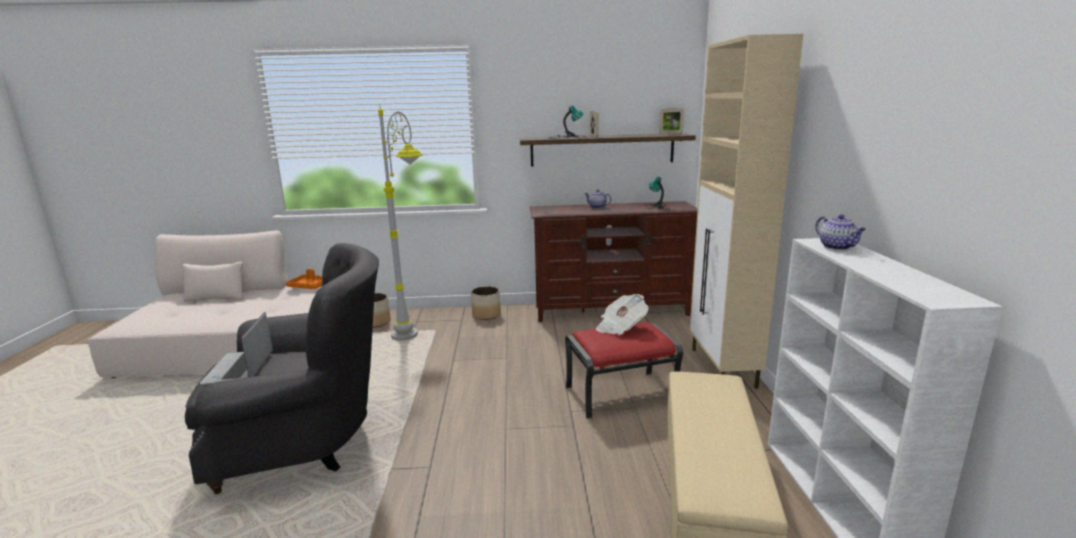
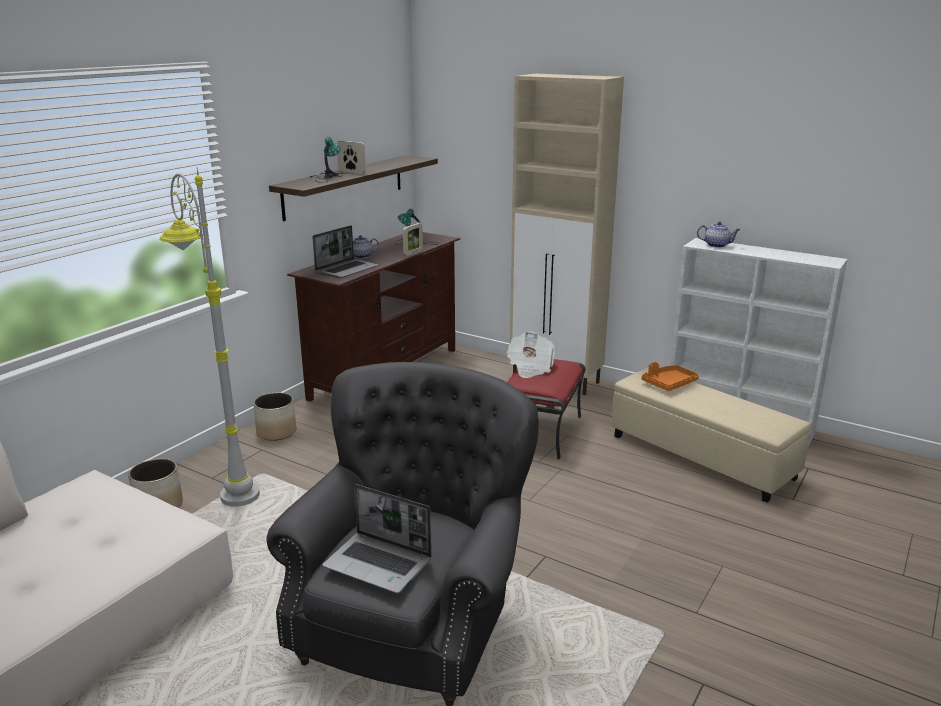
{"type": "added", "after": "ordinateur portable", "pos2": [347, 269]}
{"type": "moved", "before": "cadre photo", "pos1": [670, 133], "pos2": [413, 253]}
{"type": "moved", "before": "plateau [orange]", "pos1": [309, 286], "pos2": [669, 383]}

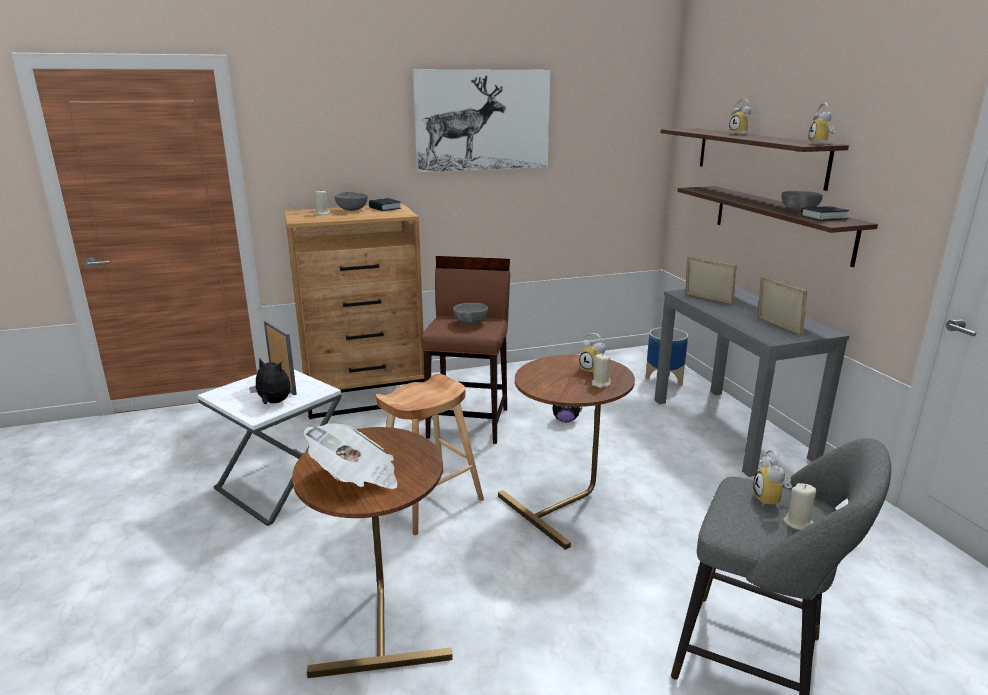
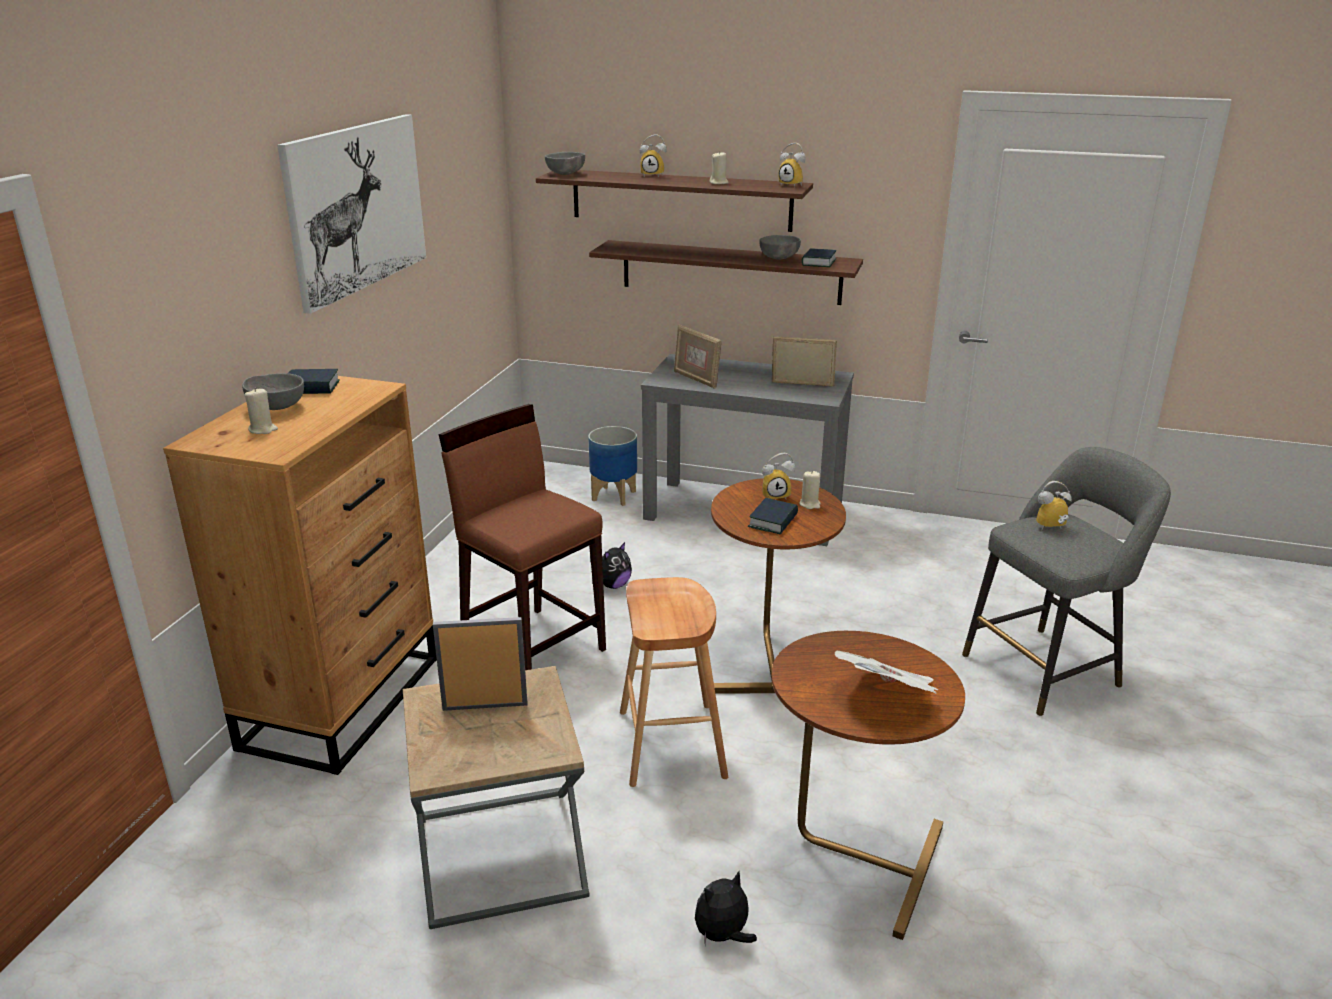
{"type": "recoloured", "before": "table d'appoint [blanc]", "after": "table d'appoint [marron]", "pos1": [282, 486], "pos2": [500, 856]}
{"type": "moved", "before": "bol [gris]", "pos1": [470, 323], "pos2": [565, 174]}
{"type": "turned", "before": "cadre photo", "pos1": [707, 300], "pos2": [696, 379], "turn": -120}
{"type": "moved", "before": "peluche", "pos1": [273, 403], "pos2": [723, 935]}
{"type": "moved", "before": "bougie [beige]", "pos1": [798, 523], "pos2": [719, 183]}
{"type": "added", "after": "livre", "pos2": [773, 521]}
{"type": "turned", "before": "réveil", "pos1": [771, 501], "pos2": [1051, 529], "turn": 135}

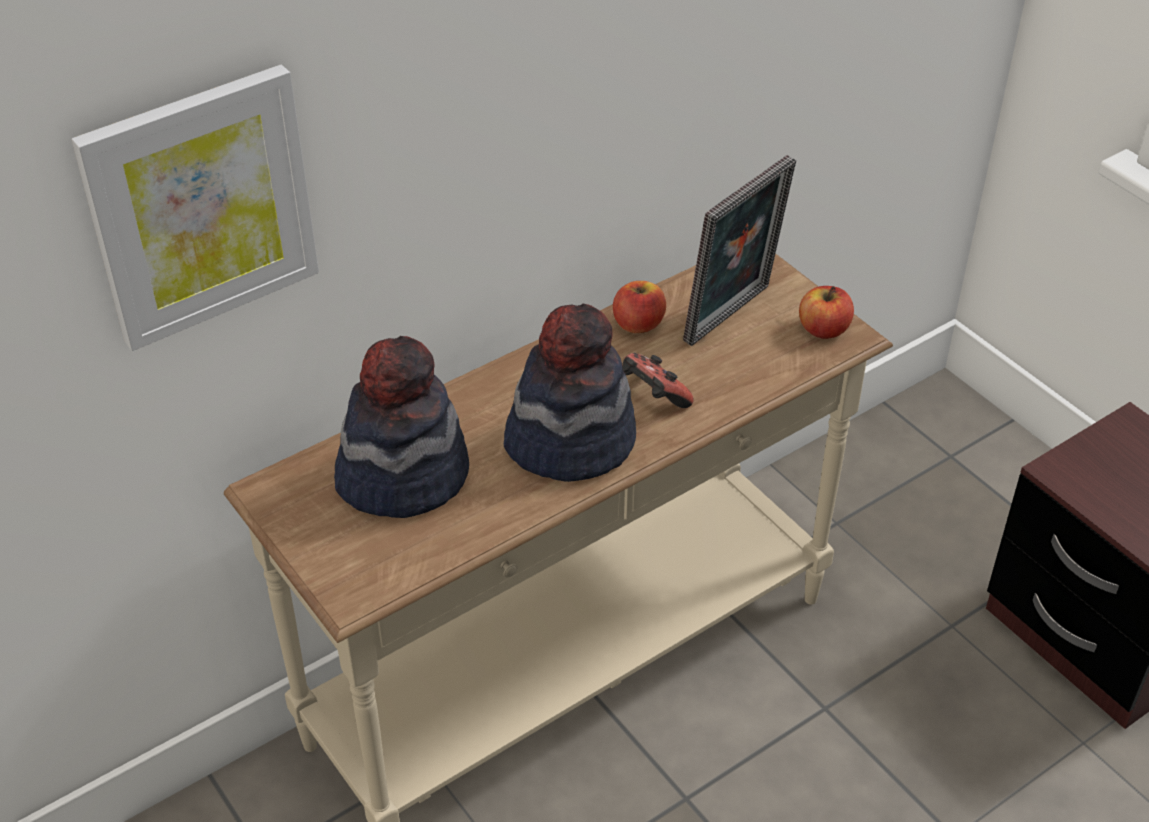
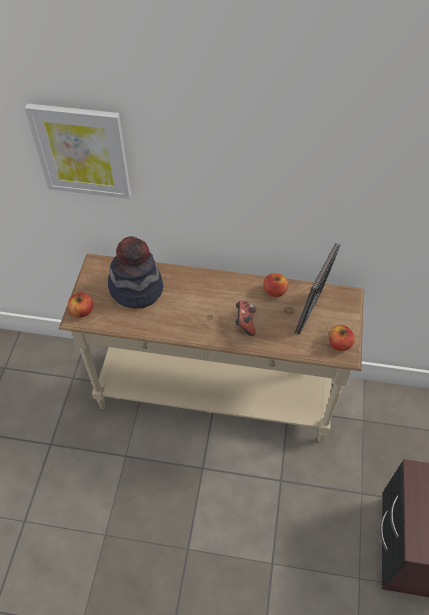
{"type": "added", "after": "pomme", "pos2": [82, 311]}
{"type": "turned", "before": "cadre photo", "pos1": [732, 317], "pos2": [311, 313], "turn": -60}
{"type": "removed", "before": "chapeau", "pos1": [570, 440]}

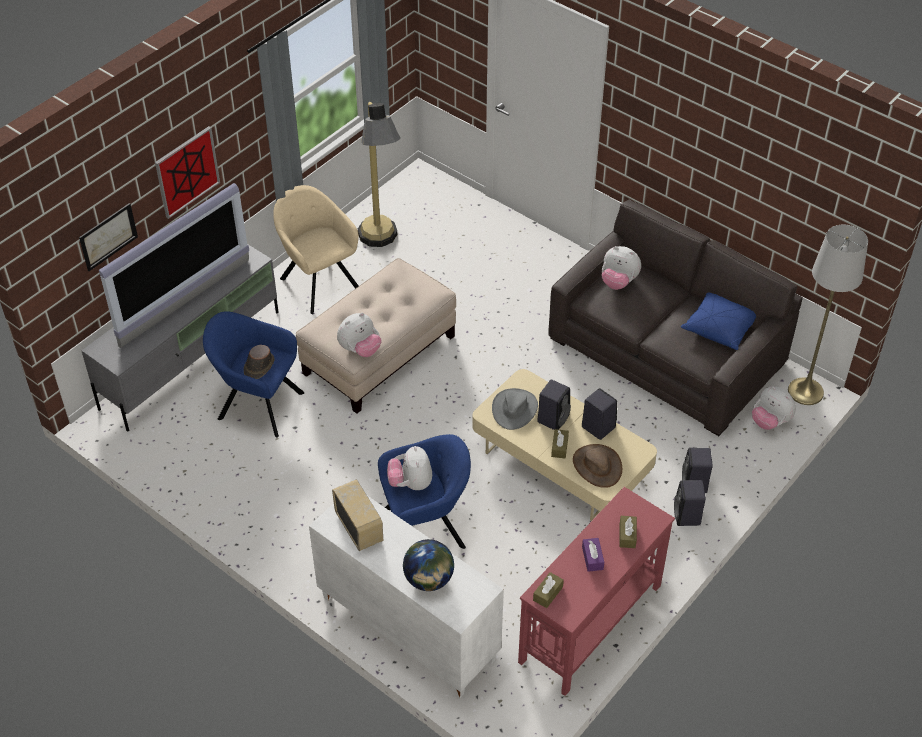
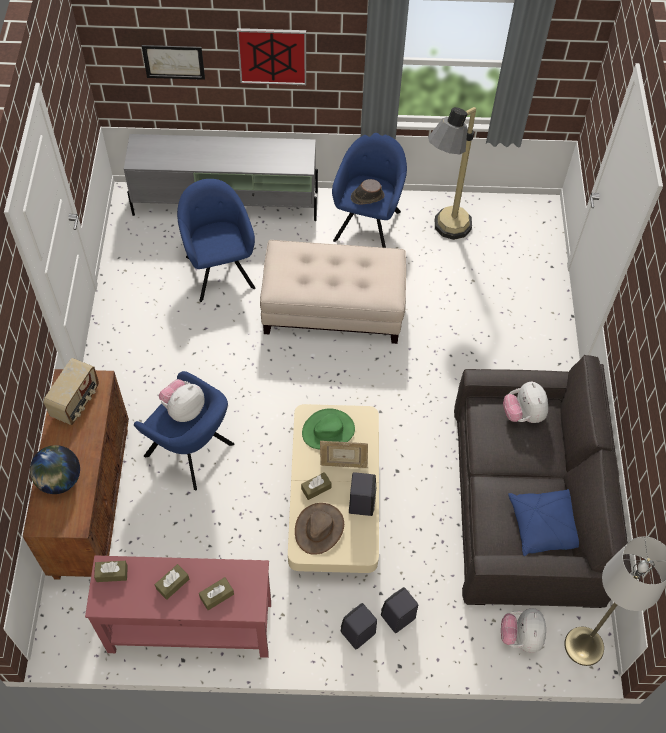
{"type": "recoloured", "before": "meuble de rangement [blanc]", "after": "meuble de rangement [marron]", "pos1": [406, 628], "pos2": [91, 501]}
{"type": "recoloured", "before": "boîte à mouchoirs [violet]", "after": "boîte à mouchoirs [marron]", "pos1": [592, 558], "pos2": [172, 584]}
{"type": "recoloured", "before": "chapeau [gris]", "after": "chapeau [vert]", "pos1": [514, 409], "pos2": [328, 430]}
{"type": "replaced", "before": "enceinte [noir]", "after": "cadre photo", "pos1": [553, 418], "pos2": [343, 464]}
{"type": "recoloured", "before": "fauteuil [beige]", "after": "fauteuil [bleu]", "pos1": [318, 282], "pos2": [368, 223]}
{"type": "moved", "before": "chapeau [marron]", "pos1": [259, 367], "pos2": [367, 197]}
{"type": "removed", "before": "téléviseur", "pos1": [186, 303]}
{"type": "removed", "before": "peluche", "pos1": [360, 349]}

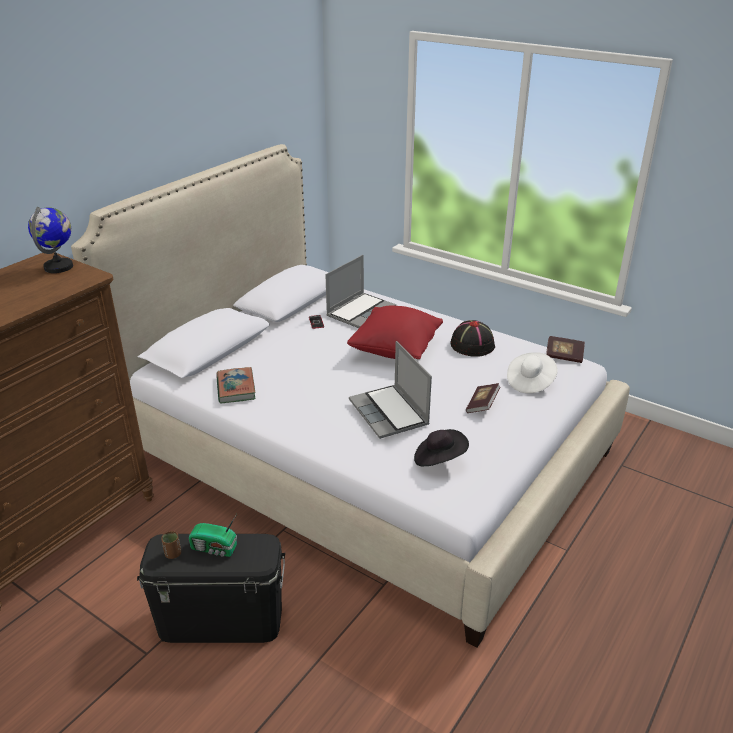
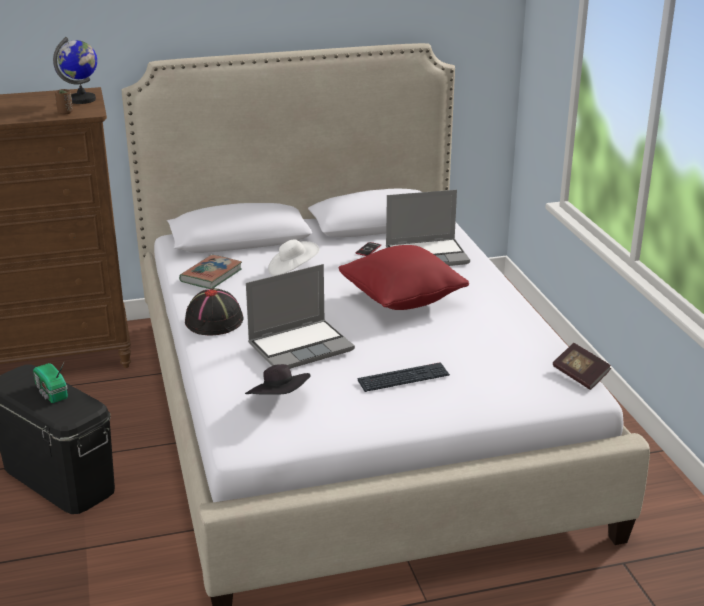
{"type": "moved", "before": "tasse [marron]", "pos1": [173, 554], "pos2": [65, 112]}
{"type": "moved", "before": "chapeau [noir]", "pos1": [472, 345], "pos2": [214, 321]}
{"type": "turned", "before": "ordinateur portable", "pos1": [390, 413], "pos2": [301, 346], "turn": -135}
{"type": "moved", "before": "chapeau [blanc]", "pos1": [530, 382], "pos2": [292, 270]}
{"type": "replaced", "before": "livre", "after": "clavier", "pos1": [482, 405], "pos2": [403, 379]}

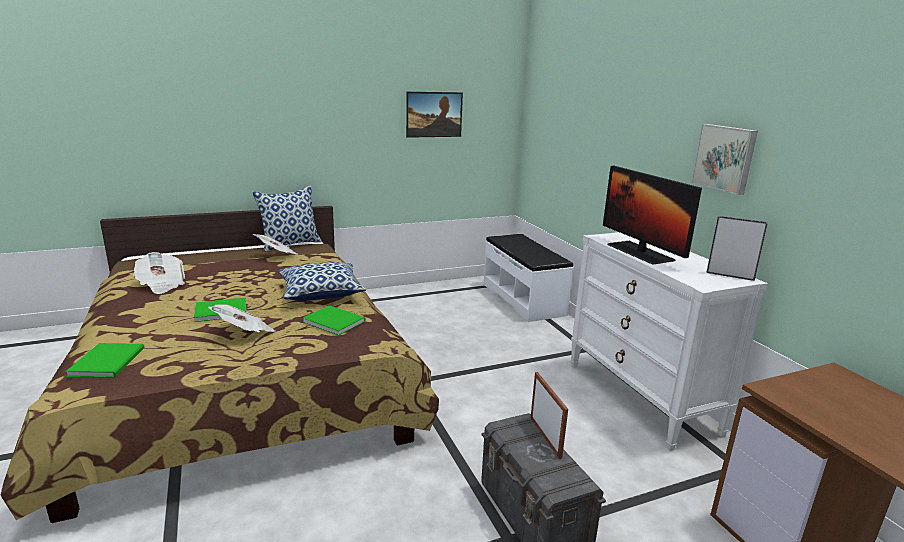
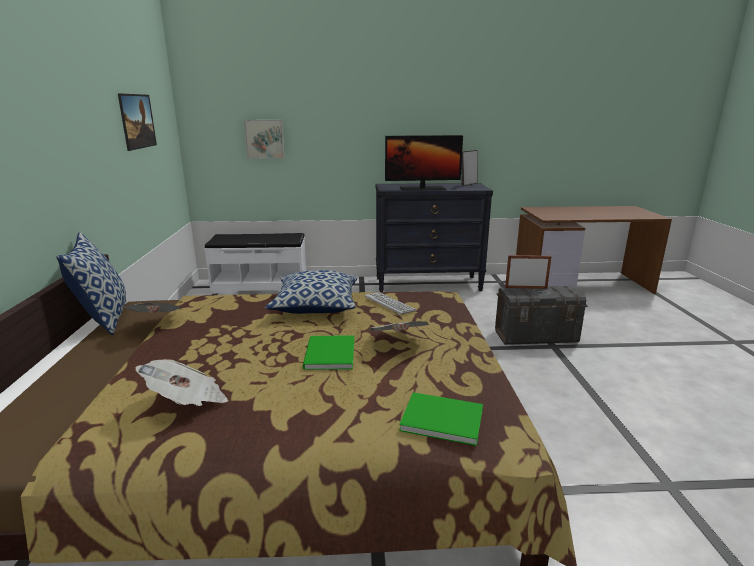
{"type": "moved", "before": "tableau", "pos1": [725, 158], "pos2": [265, 139]}
{"type": "replaced", "before": "livre [vert]", "after": "clavier", "pos1": [334, 321], "pos2": [390, 304]}
{"type": "recoloured", "before": "commode [blanc]", "after": "commode [noir]", "pos1": [641, 397], "pos2": [428, 284]}

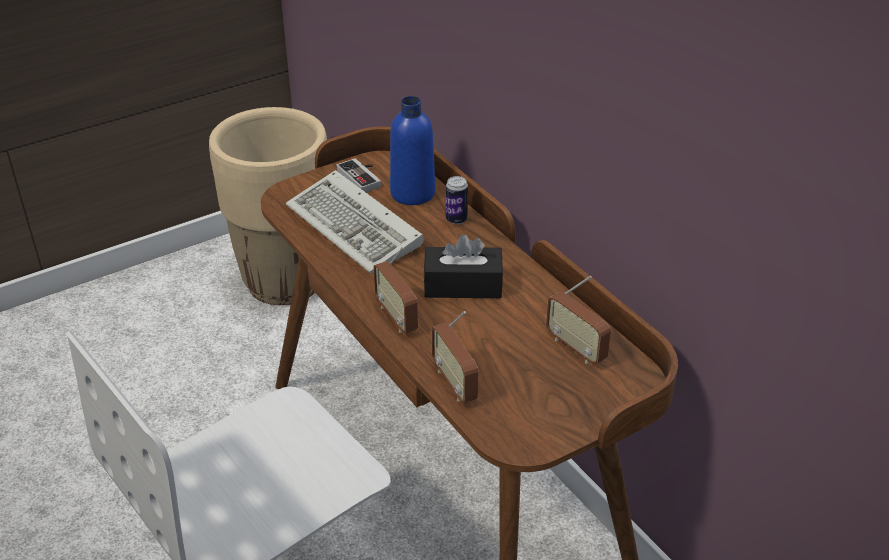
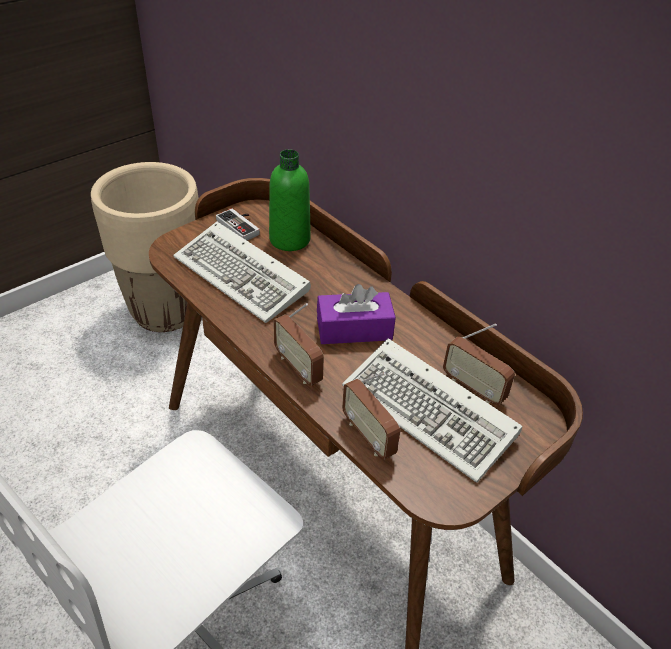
{"type": "recoloured", "before": "bouteille [bleu]", "after": "bouteille [vert]", "pos1": [412, 193], "pos2": [289, 239]}
{"type": "recoloured", "before": "boîte à mouchoirs [noir]", "after": "boîte à mouchoirs [violet]", "pos1": [463, 285], "pos2": [354, 329]}
{"type": "added", "after": "clavier", "pos2": [432, 413]}
{"type": "removed", "before": "boîte métallique", "pos1": [456, 219]}

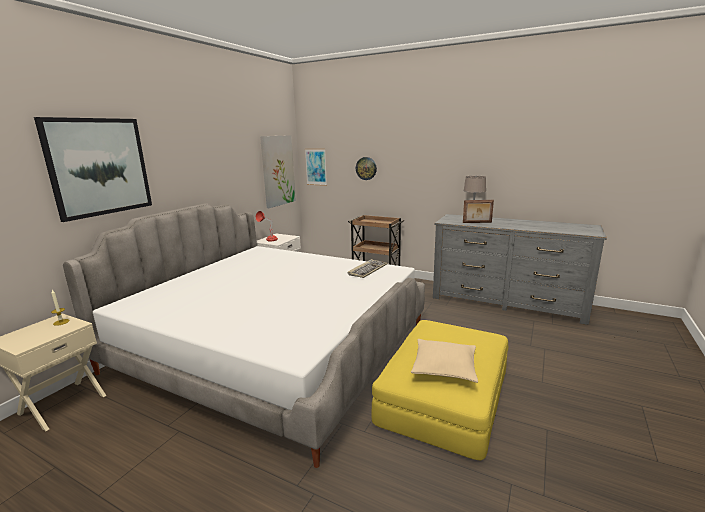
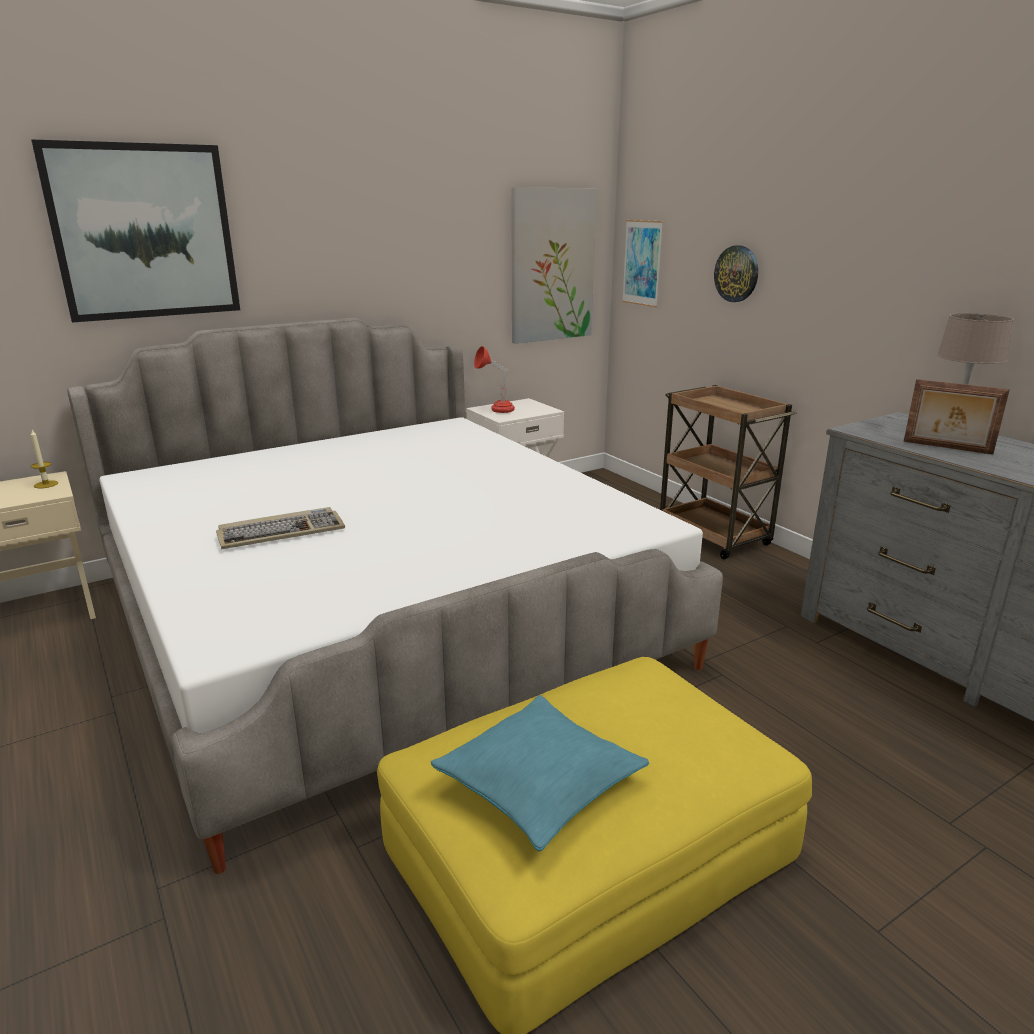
{"type": "moved", "before": "clavier", "pos1": [367, 270], "pos2": [282, 532]}
{"type": "recoloured", "before": "coussin [beige]", "after": "coussin [turquoise]", "pos1": [444, 367], "pos2": [539, 782]}

